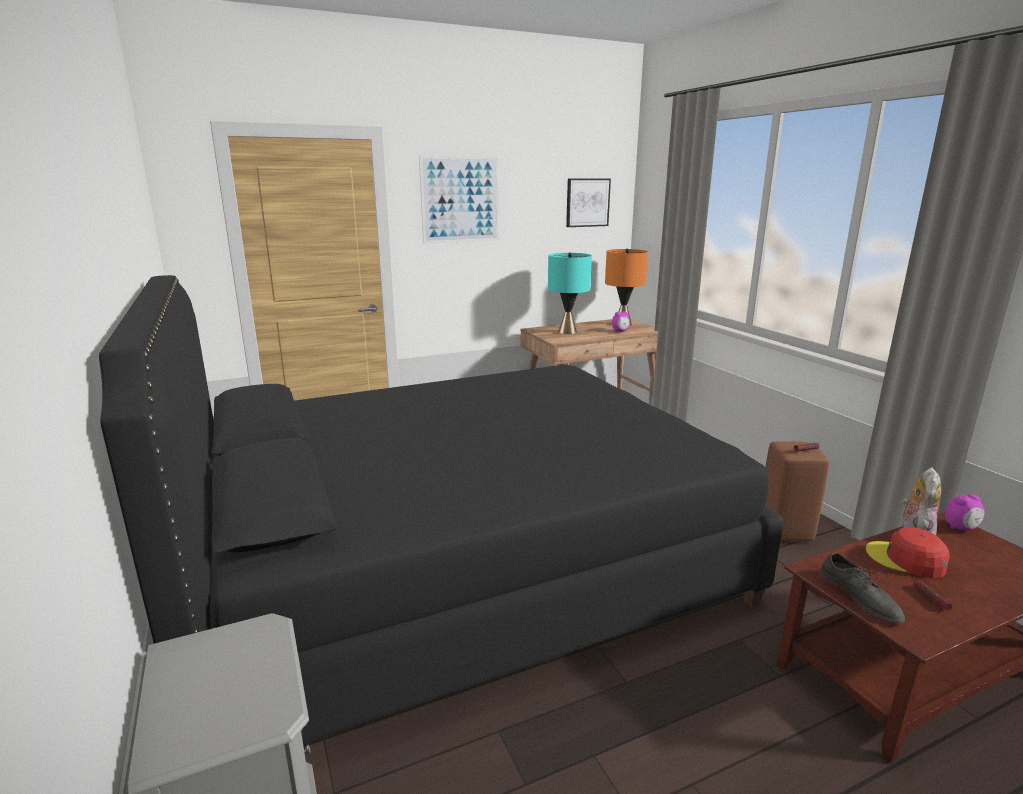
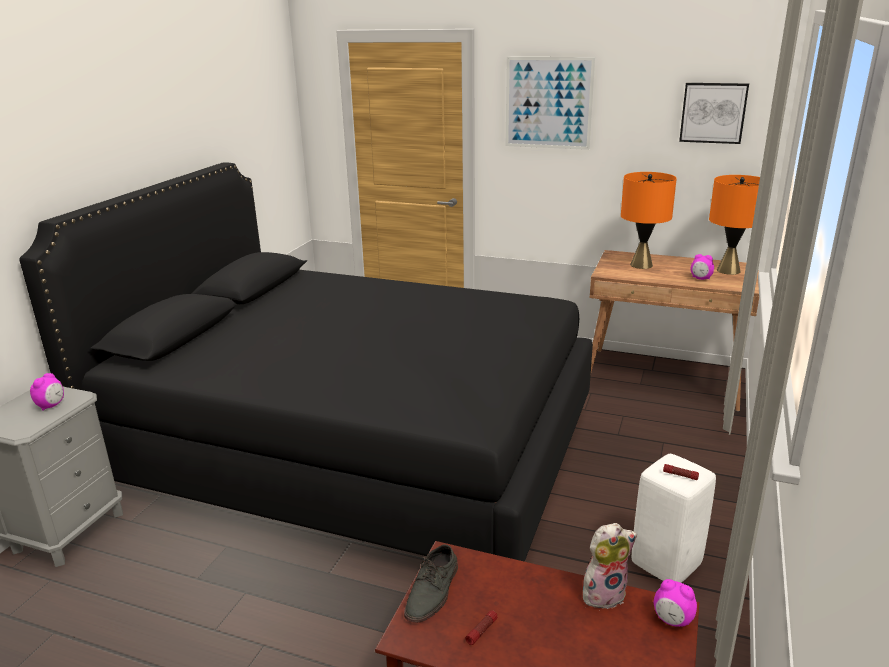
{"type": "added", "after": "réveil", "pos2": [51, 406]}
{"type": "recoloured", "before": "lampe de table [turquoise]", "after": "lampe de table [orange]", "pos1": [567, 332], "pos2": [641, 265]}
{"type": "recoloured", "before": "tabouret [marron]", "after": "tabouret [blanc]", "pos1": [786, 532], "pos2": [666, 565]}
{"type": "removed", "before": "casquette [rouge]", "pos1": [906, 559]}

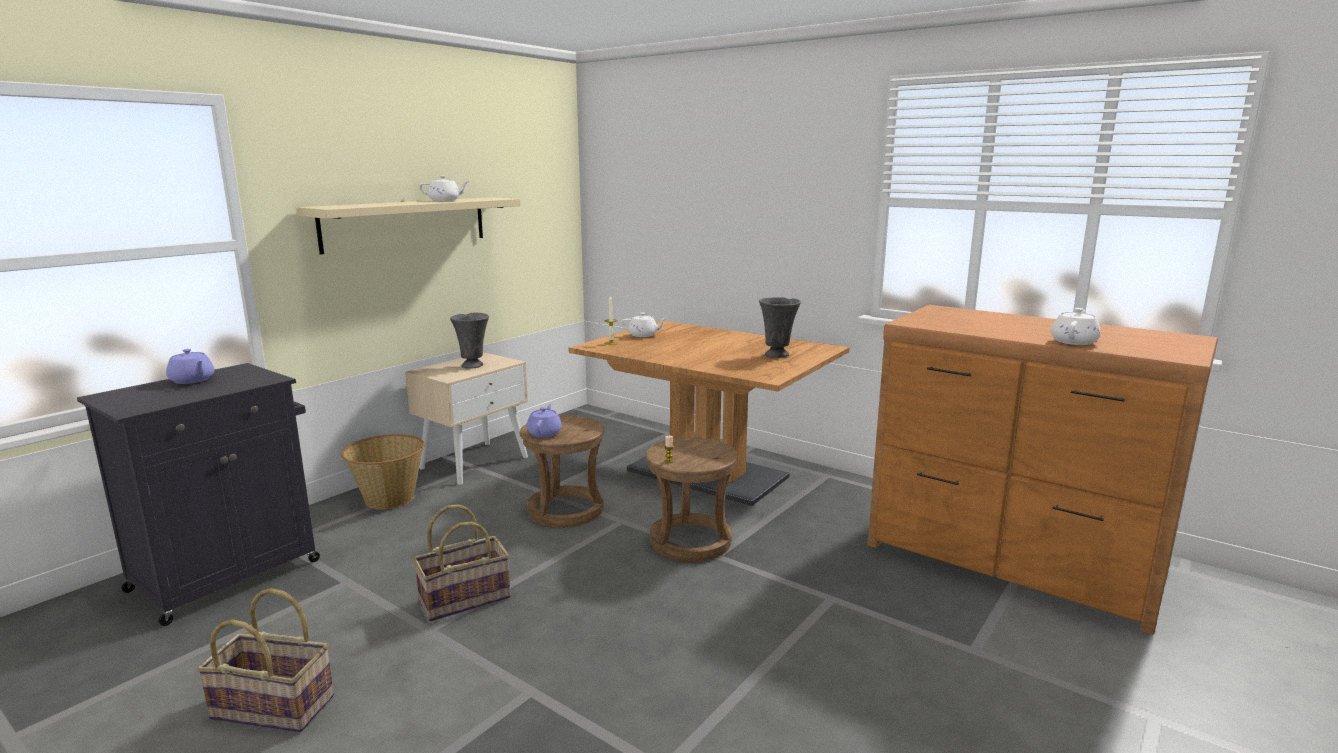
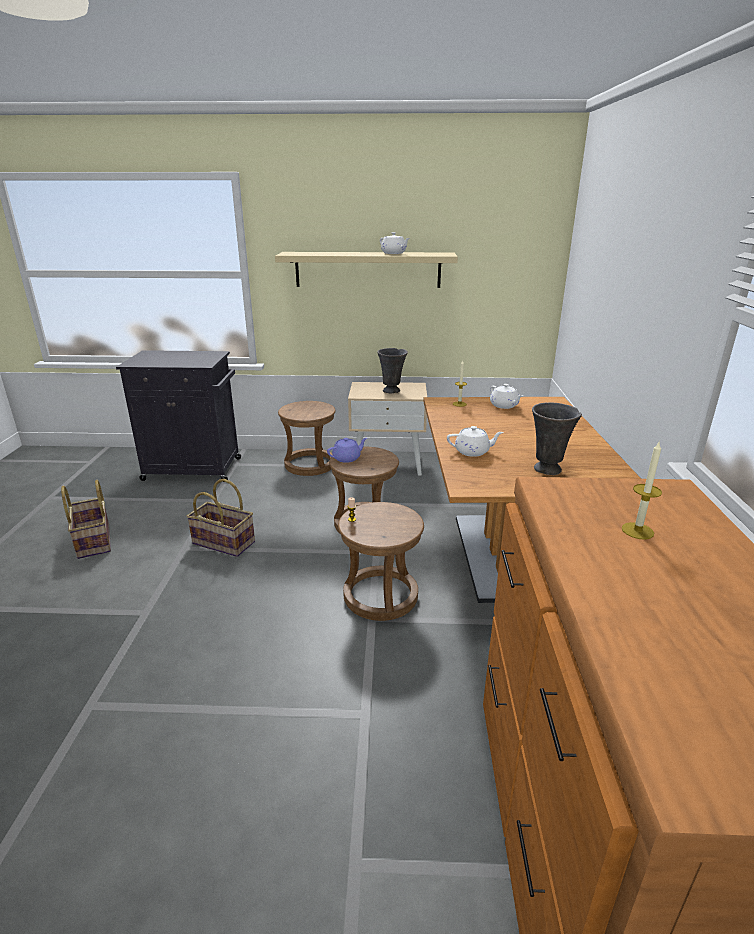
{"type": "replaced", "before": "panier", "after": "tabouret [marron]", "pos1": [389, 499], "pos2": [310, 464]}
{"type": "moved", "before": "théière [blanc]", "pos1": [1074, 341], "pos2": [473, 452]}
{"type": "added", "after": "bougie", "pos2": [637, 531]}
{"type": "removed", "before": "théière [violet]", "pos1": [192, 380]}

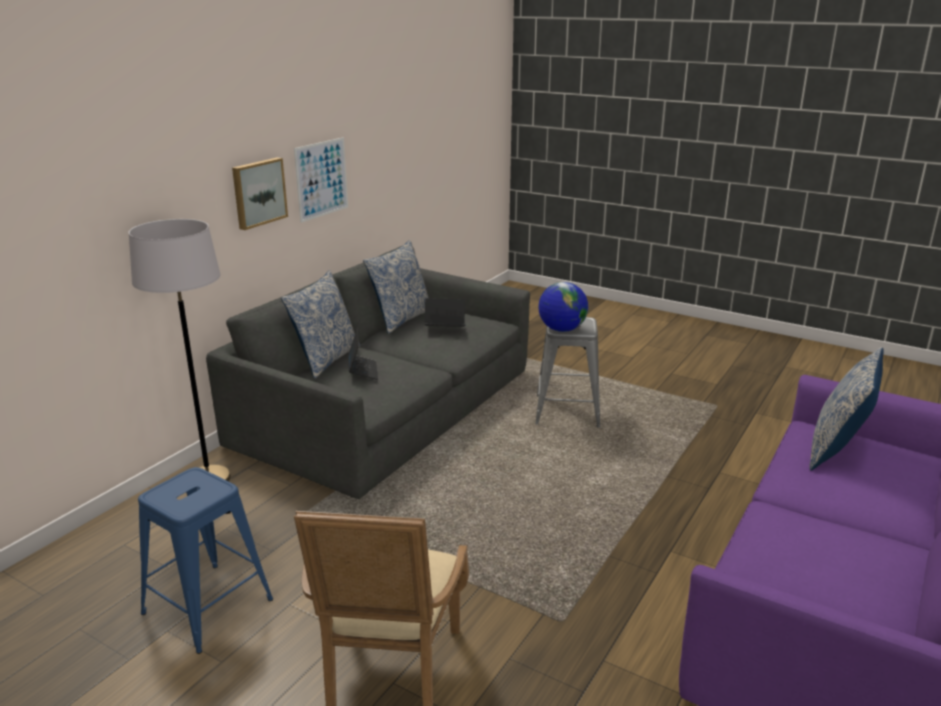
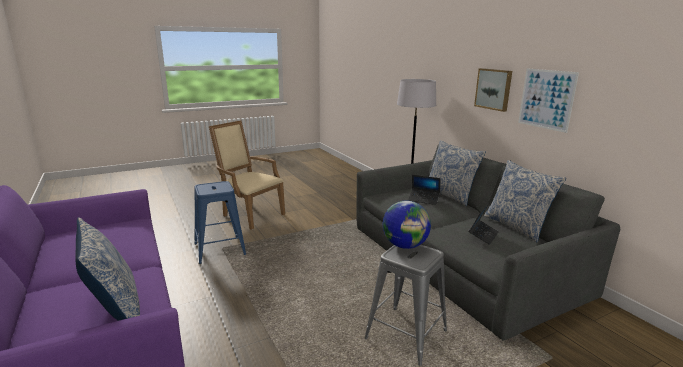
{"type": "moved", "before": "tabouret [bleu]", "pos1": [207, 607], "pos2": [219, 249]}

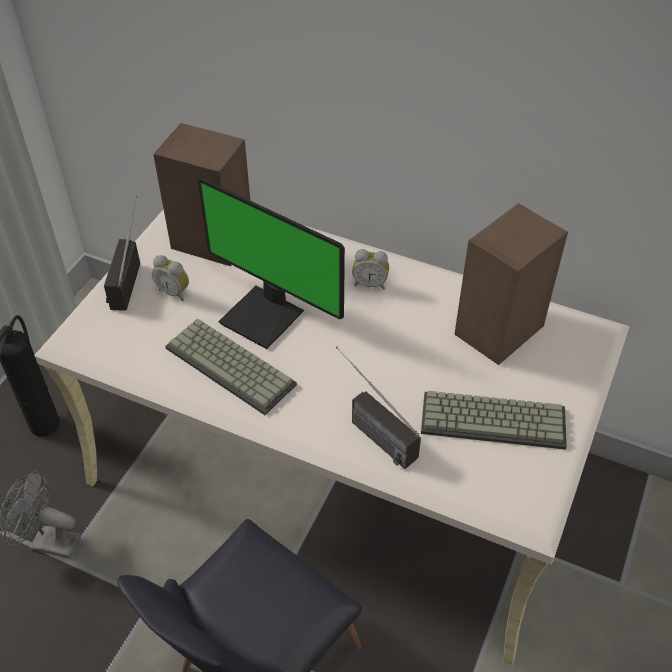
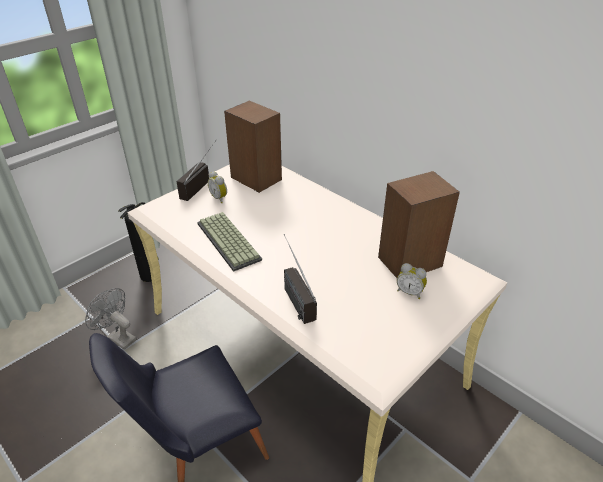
{"type": "moved", "before": "réveil", "pos1": [370, 283], "pos2": [410, 292]}
{"type": "removed", "before": "écran d'ordinateur", "pos1": [265, 316]}
{"type": "removed", "before": "clavier", "pos1": [494, 419]}

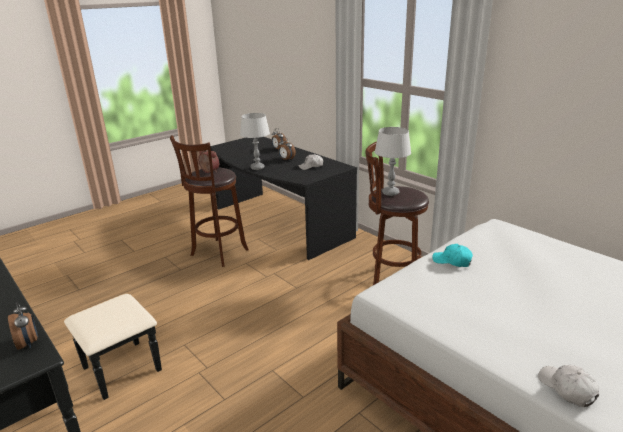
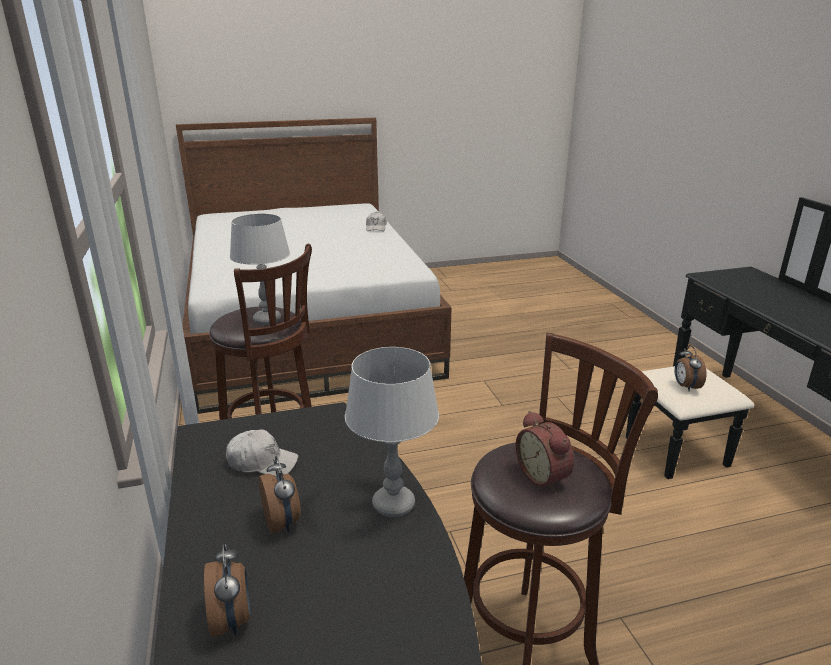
{"type": "moved", "before": "réveil", "pos1": [28, 343], "pos2": [685, 386]}
{"type": "removed", "before": "casquette [turquoise]", "pos1": [452, 261]}

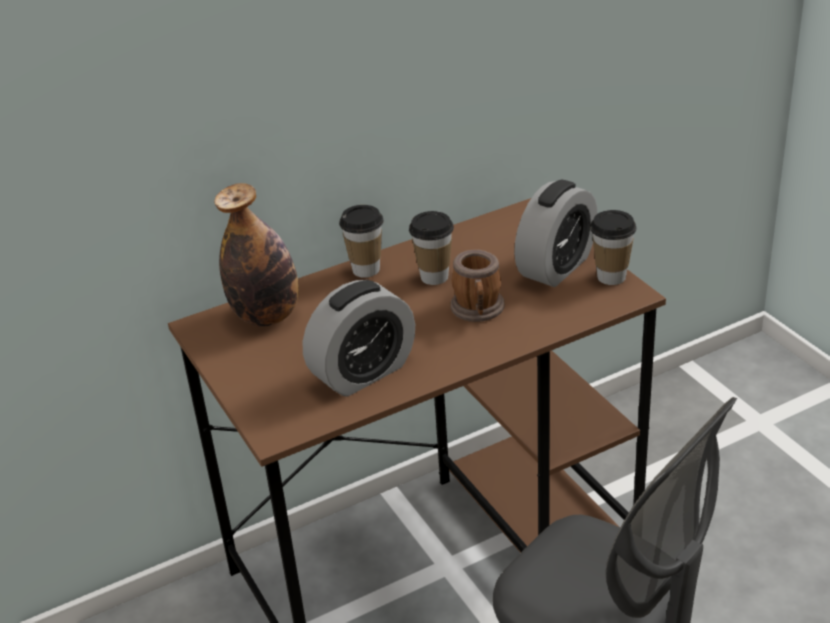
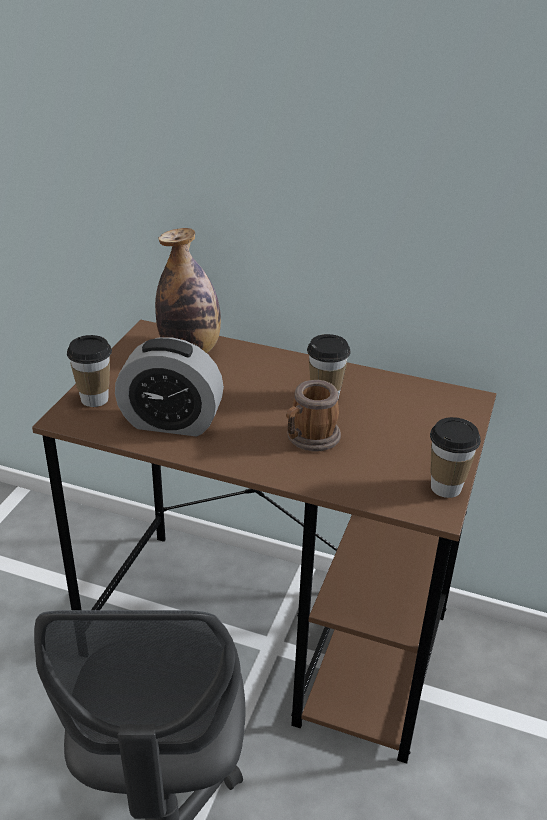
{"type": "moved", "before": "tasse", "pos1": [366, 269], "pos2": [95, 399]}
{"type": "removed", "before": "réveil", "pos1": [556, 267]}

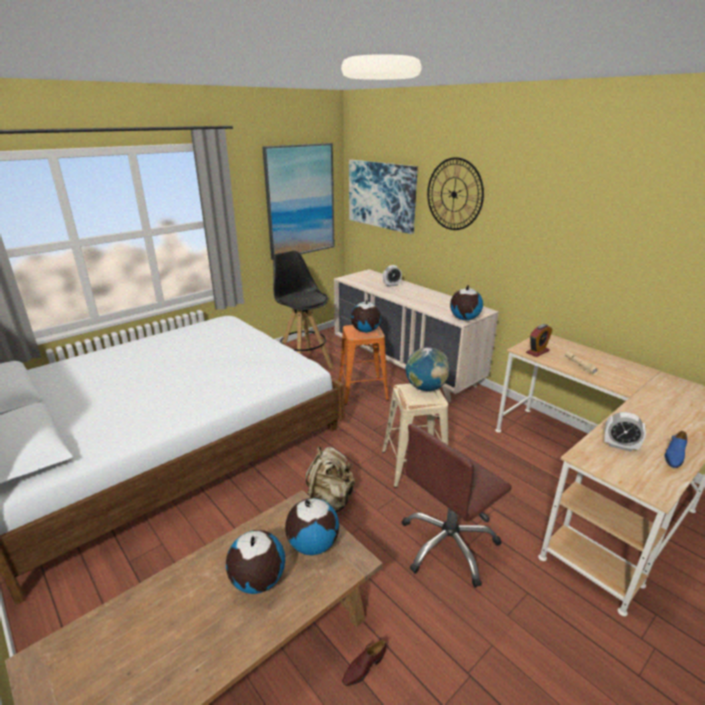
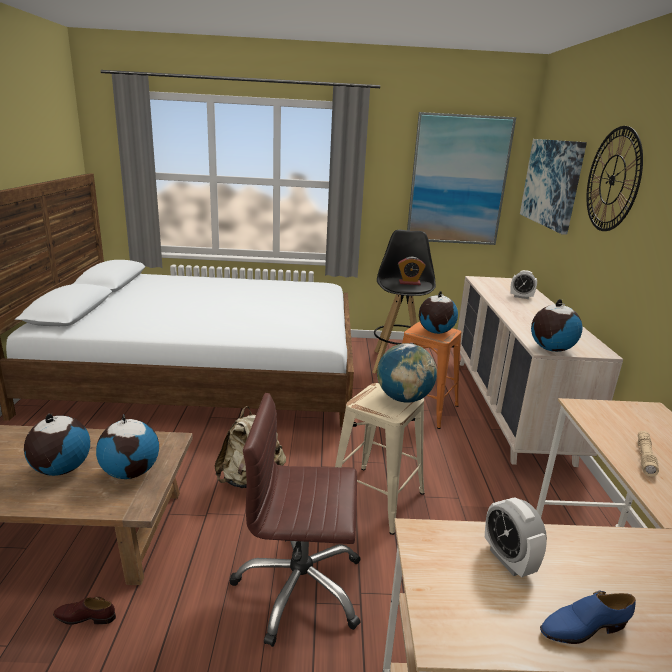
{"type": "moved", "before": "réveil", "pos1": [537, 352], "pos2": [409, 283]}

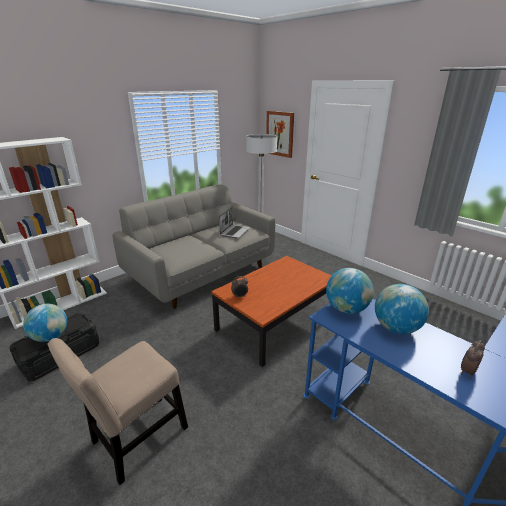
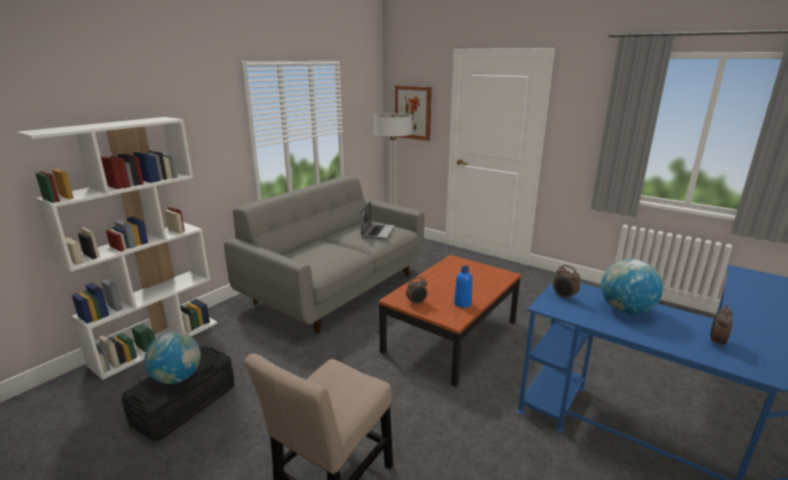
{"type": "added", "after": "bouteille [bleu]", "pos2": [462, 303]}
{"type": "replaced", "before": "globe", "after": "réveil", "pos1": [346, 309], "pos2": [564, 297]}

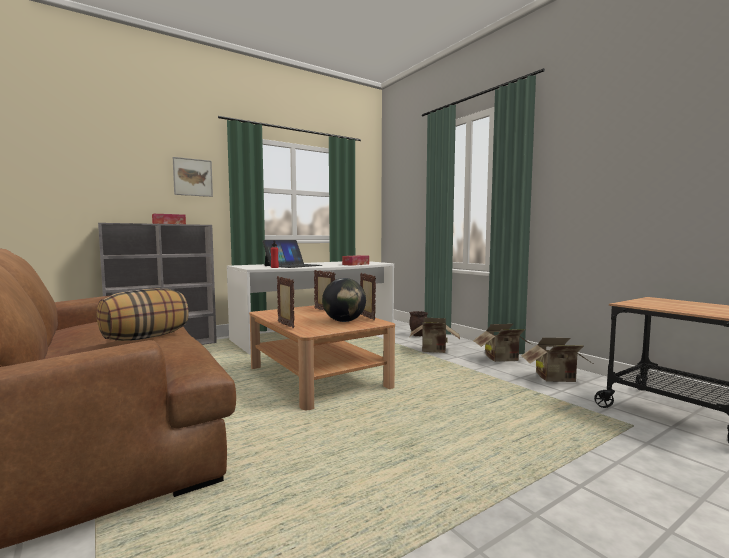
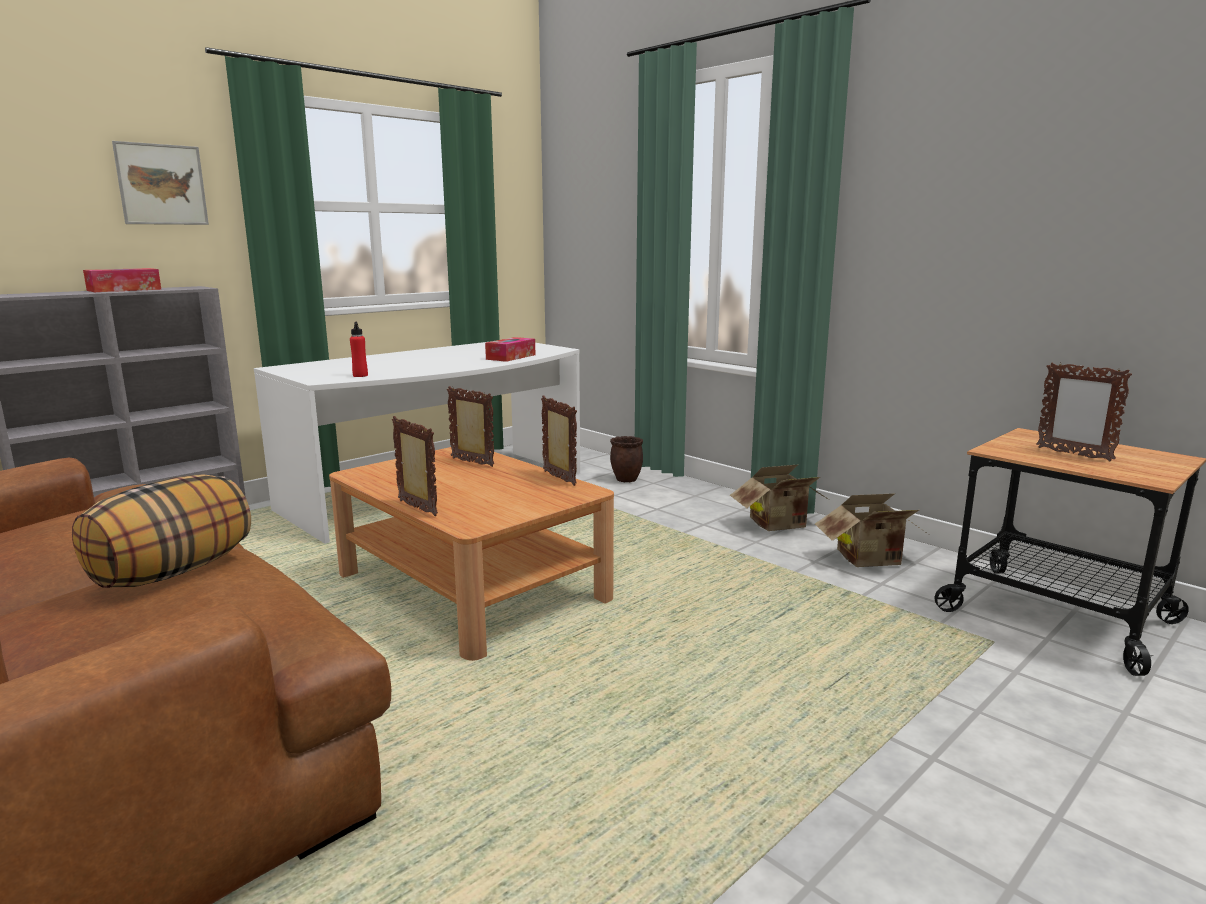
{"type": "added", "after": "cadre photo", "pos2": [1073, 454]}
{"type": "removed", "before": "ordinateur portable", "pos1": [293, 265]}
{"type": "removed", "before": "globe", "pos1": [344, 321]}
{"type": "removed", "before": "carton", "pos1": [434, 351]}

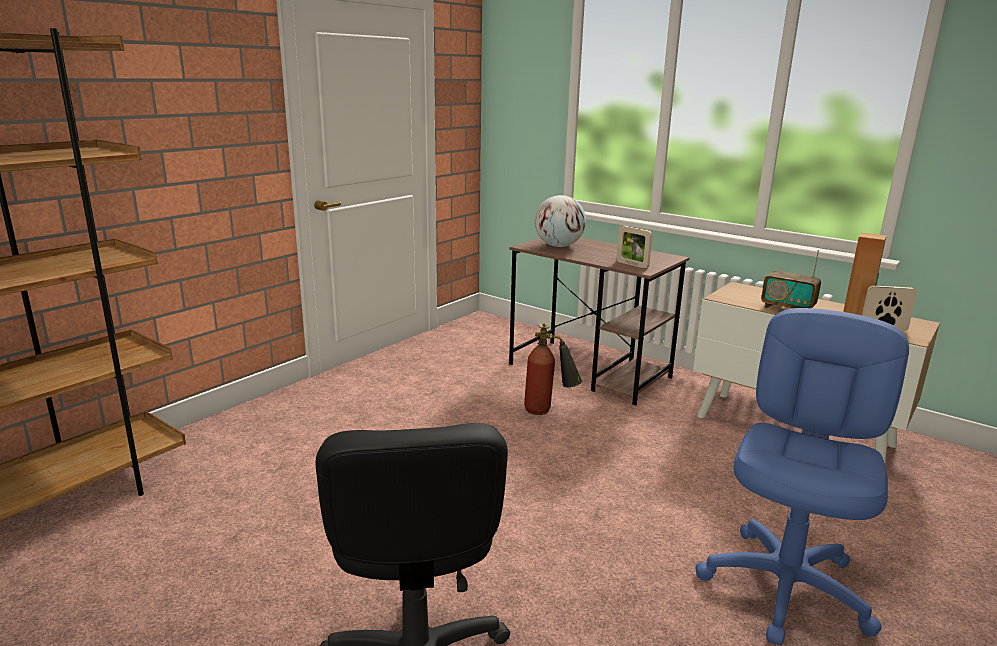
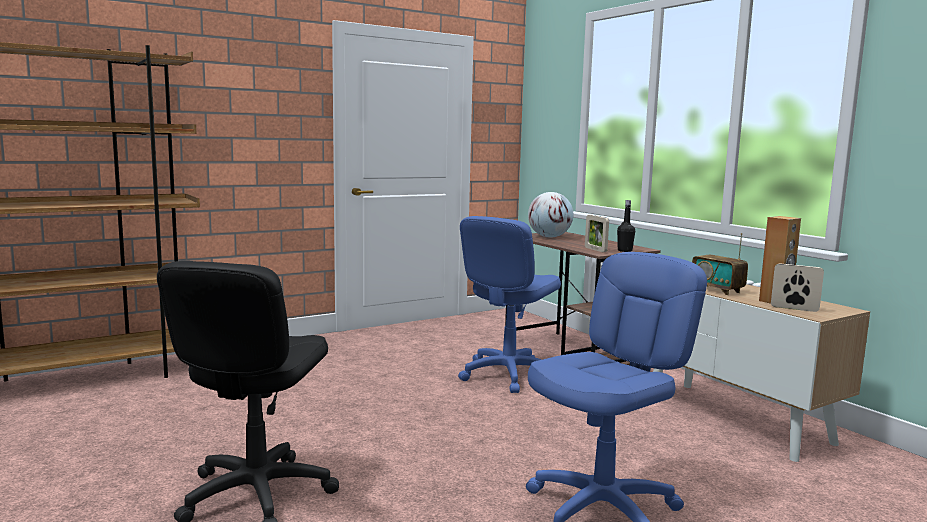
{"type": "replaced", "before": "extincteur", "after": "chaise de bureau [bleu]", "pos1": [548, 411], "pos2": [507, 375]}
{"type": "added", "after": "bouteille [noir]", "pos2": [624, 250]}

